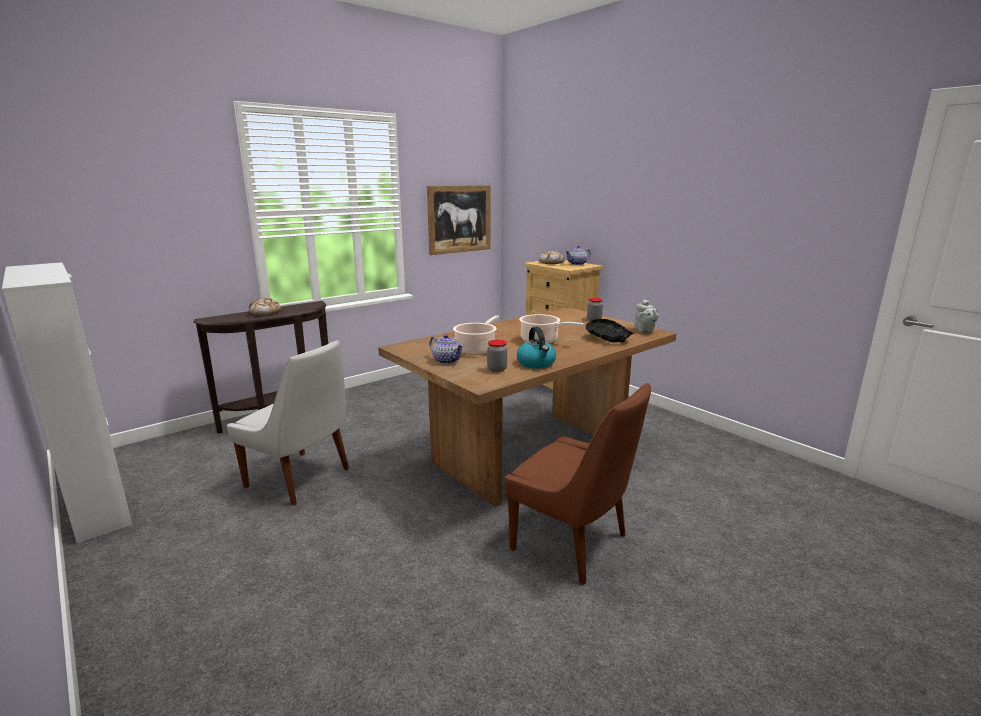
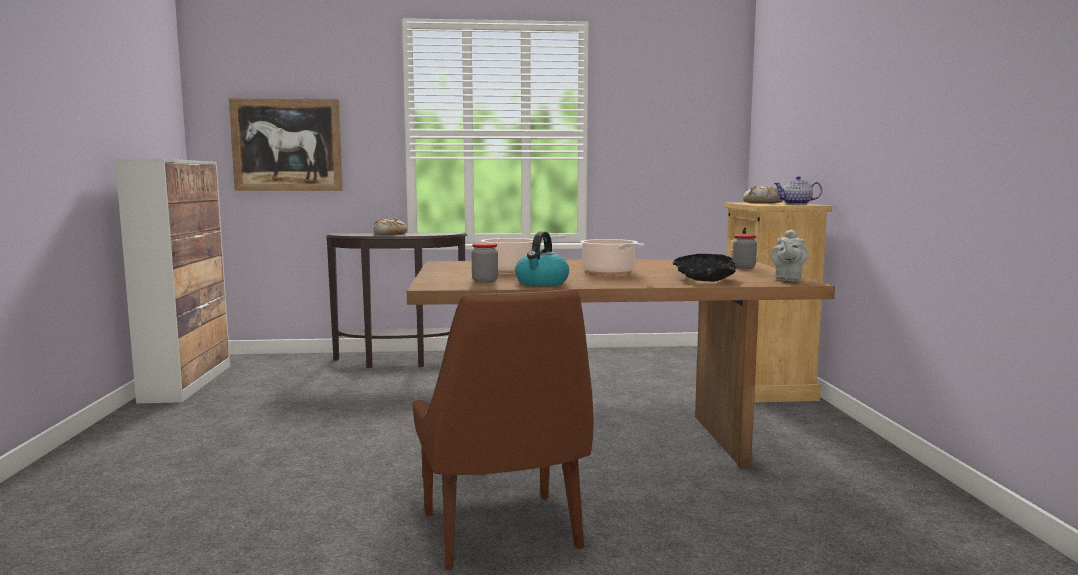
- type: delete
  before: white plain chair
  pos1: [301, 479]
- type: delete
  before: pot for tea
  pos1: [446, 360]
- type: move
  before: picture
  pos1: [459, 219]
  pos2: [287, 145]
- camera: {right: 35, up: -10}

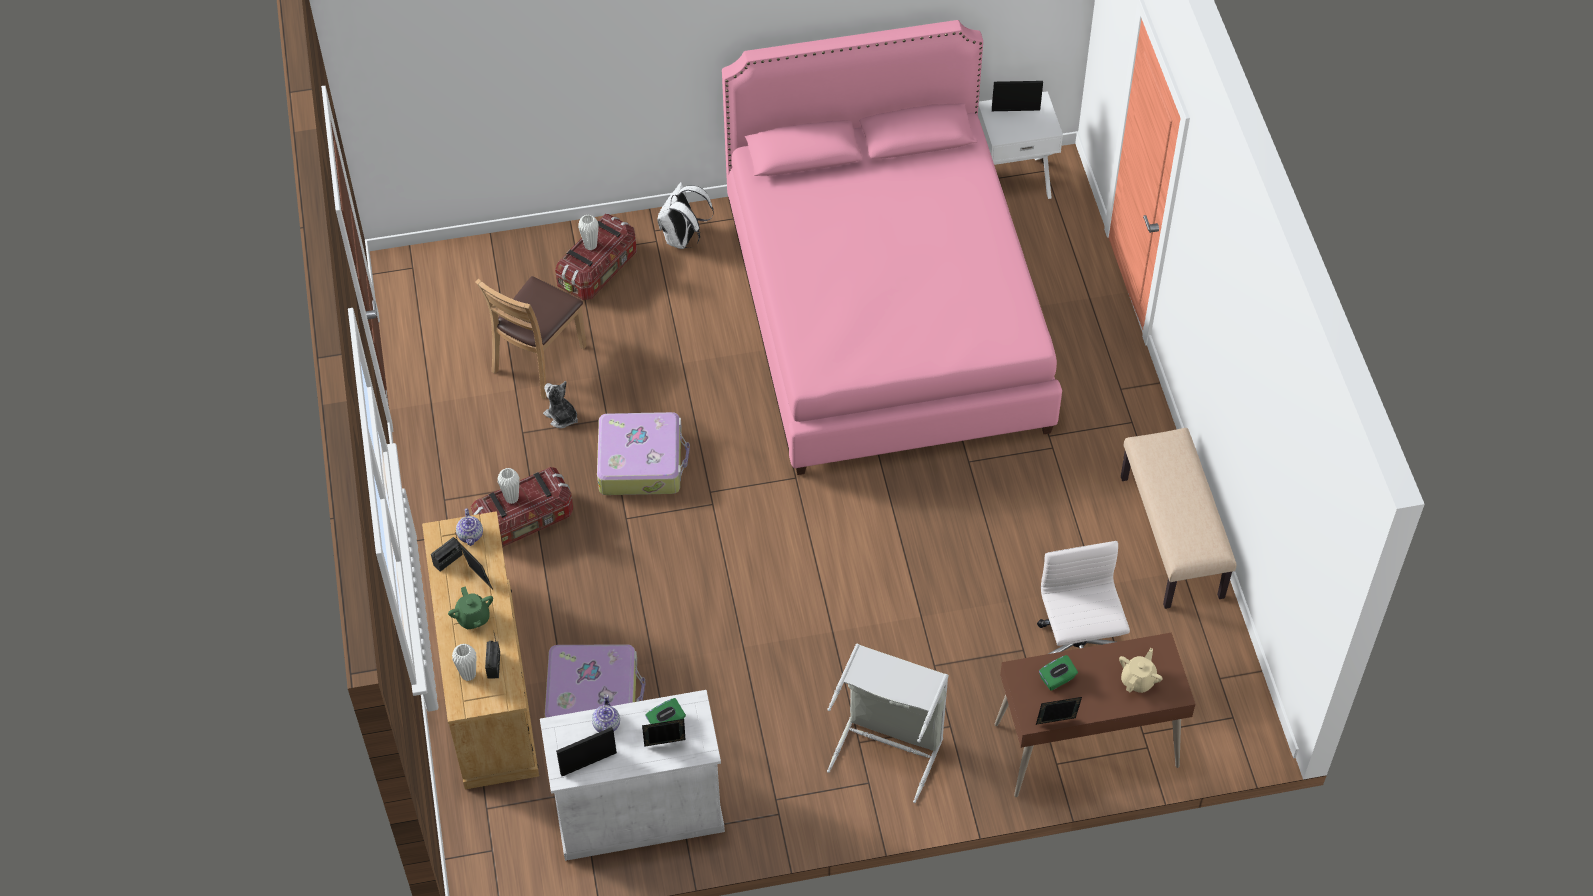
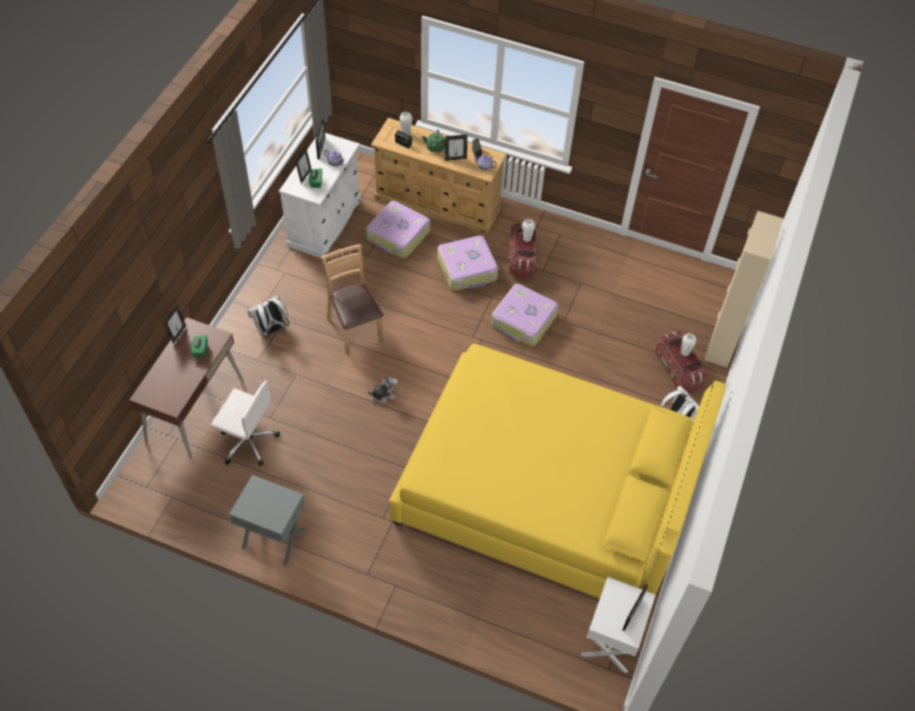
- type: delete
  before: beige-coloured pot for tea
  pos1: [1138, 680]
- type: insert
  after: suitcase
  pos2: [467, 269]
- type: insert
  after: beige-coloured storage cabinet
  pos2: [722, 344]
- type: move
  before: brownish plain chair
  pos1: [539, 360]
  pos2: [355, 329]
- type: move
  before: cuddly toy
  pos1: [561, 416]
  pos2: [383, 394]
- type: replace
  before: greyish washing basket
  after: white backpack
  pos1: [889, 745]
  pos2: [271, 330]
- type: replace
  before: beige-coloured long seat
  after: greyish bedside table
  pos1: [1172, 537]
  pos2: [273, 538]
- type: recolor
  before: pink-coloured bed
  after: yellow bed
  pos1: [885, 314]
  pos2: [546, 492]
- camera: {right: 120, up: 0}

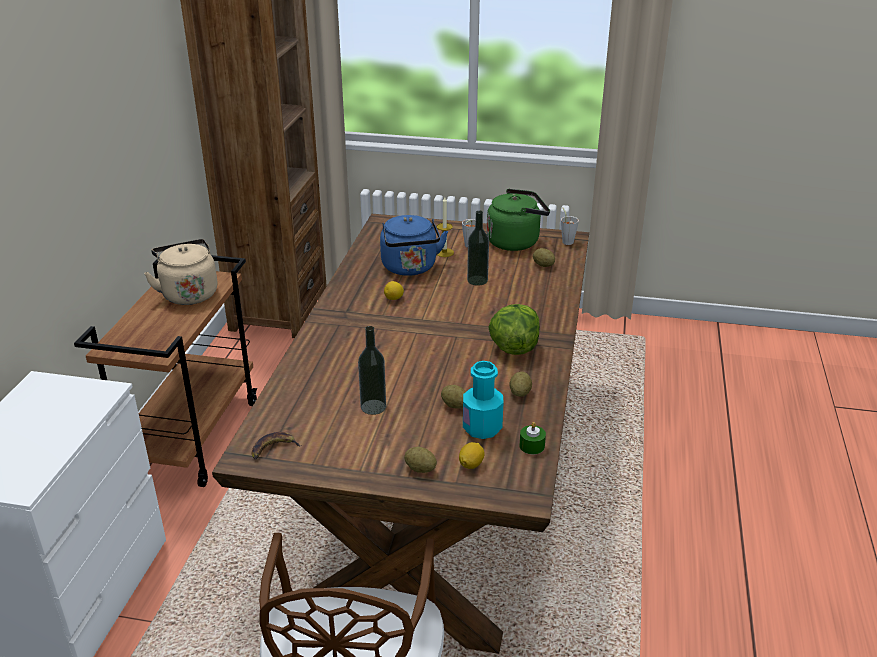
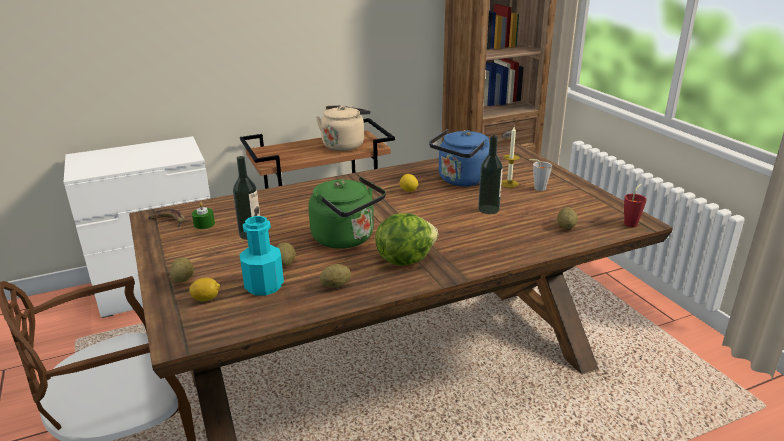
- type: move
  before: greenish kettle
  pos1: [516, 241]
  pos2: [347, 239]
- type: move
  before: greenish candle
  pos1: [532, 446]
  pos2: [204, 224]
- type: recolor
  before: greyish drinking cup
  after: red-coloured drinking cup
  pos1: [567, 241]
  pos2: [632, 223]
- camera: {right: 55, up: -5}

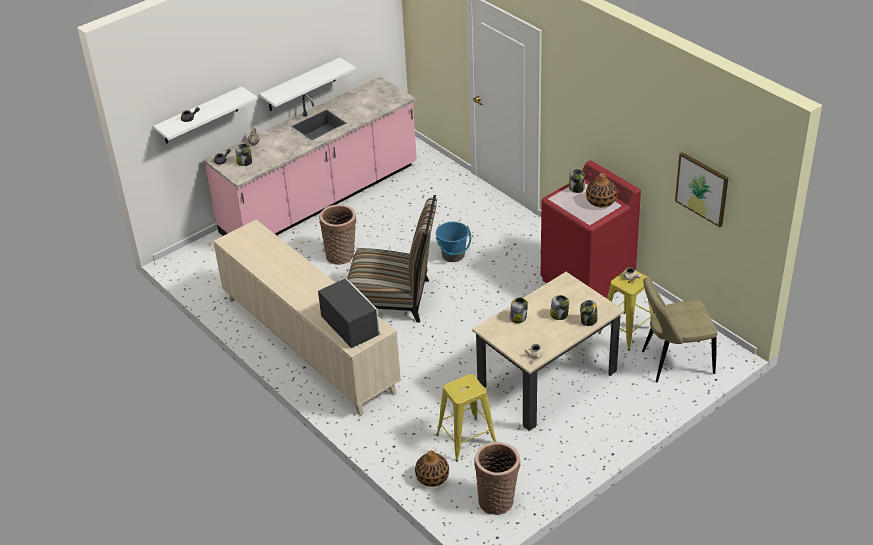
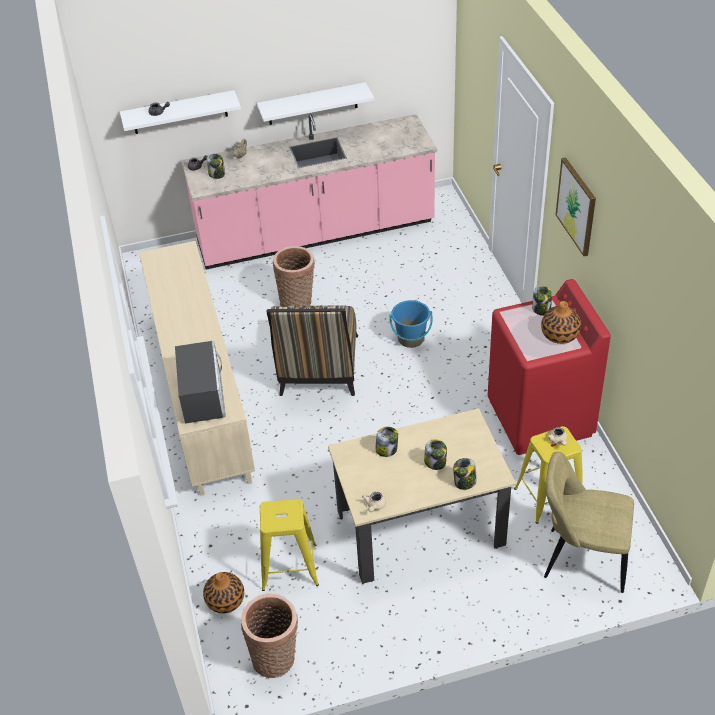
- type: move
  before: picture
  pos1: [702, 189]
  pos2: [576, 206]
- type: rotate
  before: plain chair
  pos1: [394, 299]
  pos2: [318, 370]
  turn: 60
- camera: {right: 25, up: 5}

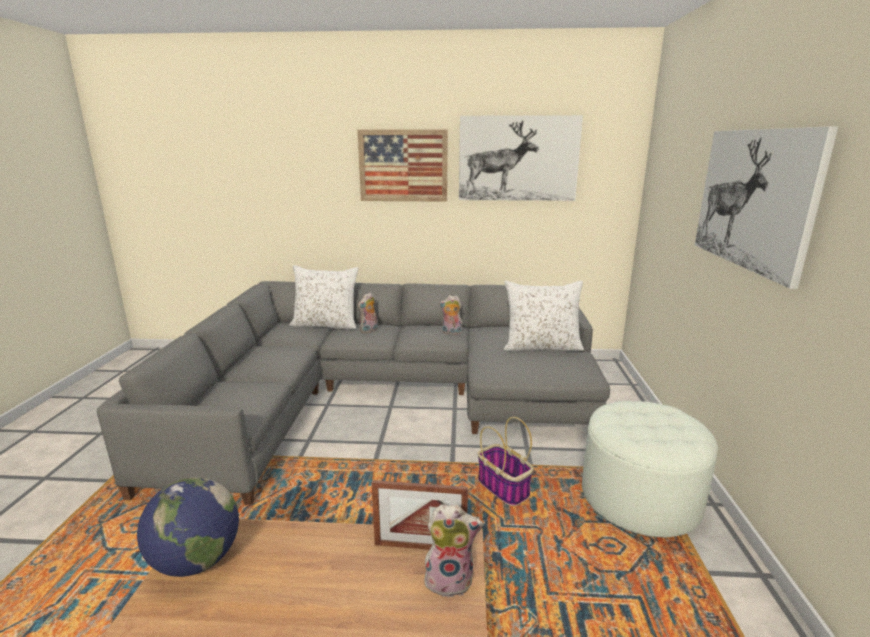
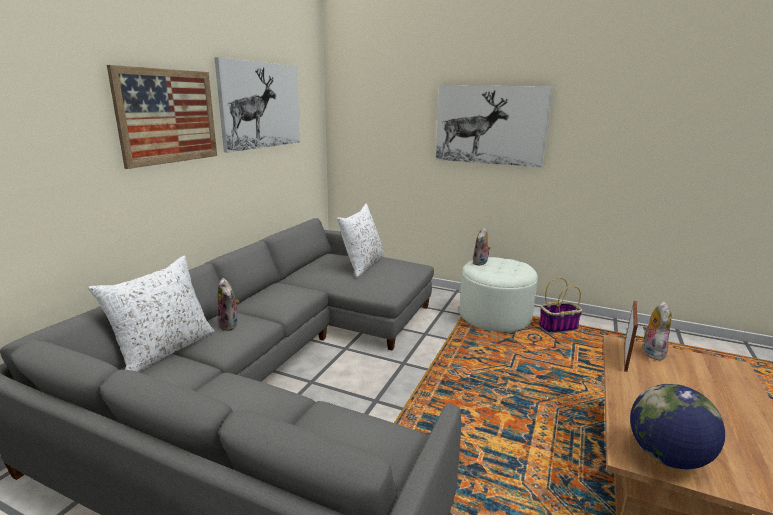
- type: move
  before: cuddly toy
  pos1: [451, 333]
  pos2: [480, 263]
- type: move
  before: household basket
  pos1: [504, 488]
  pos2: [558, 327]
- camera: {right: -70, up: 0}

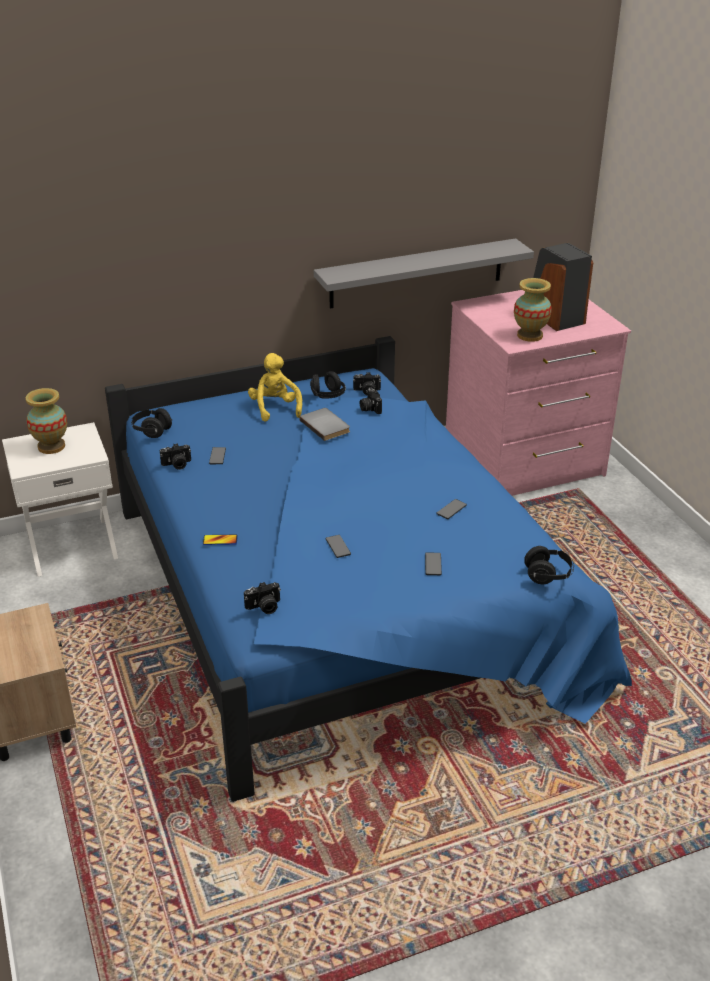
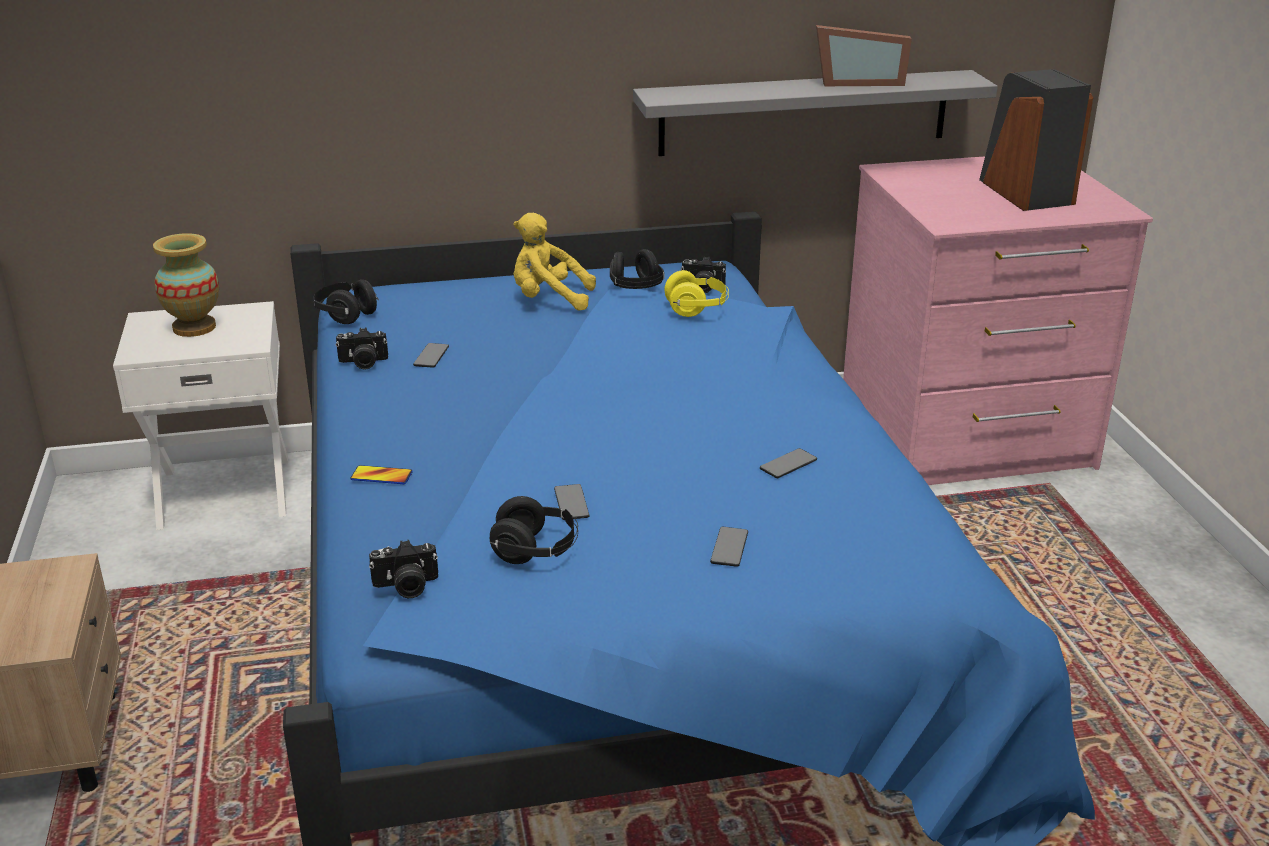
- type: delete
  before: greyish volume
  pos1: [326, 425]
- type: delete
  before: flower vase
  pos1: [529, 336]
- type: insert
  after: standing frame
  pos2: [858, 82]
- type: move
  before: black pair of headphones
  pos1: [548, 575]
  pos2: [536, 551]
- type: replace
  before: still camera
  after: yellow pair of headphones
  pos1: [369, 408]
  pos2: [697, 309]
- type: rotate
  before: yellow cuddly toy
  pos1: [275, 408]
  pos2: [549, 299]
  turn: -75
- camera: {right: 10, up: -5}

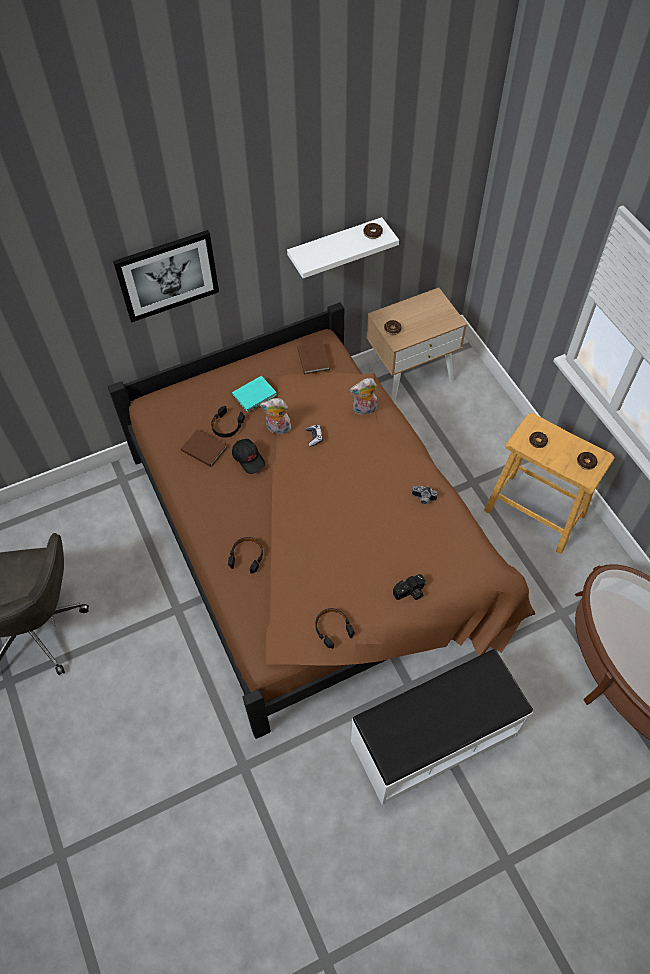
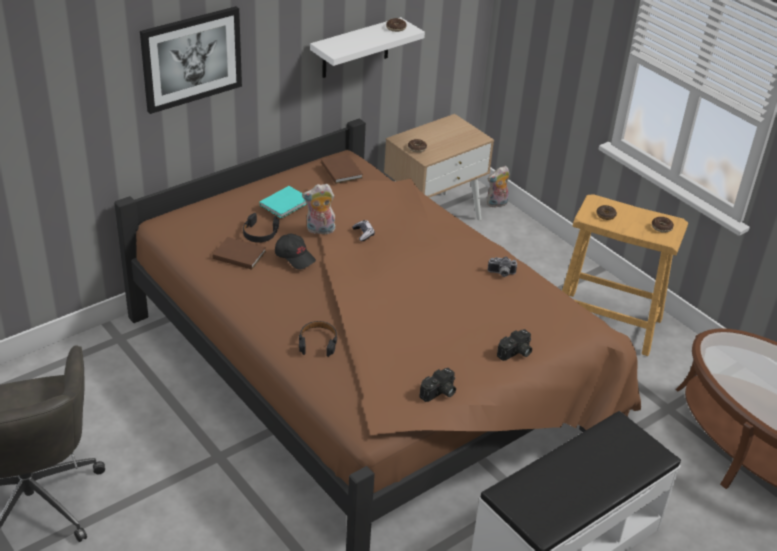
- type: move
  before: cuddly toy
  pos1: [364, 410]
  pos2: [497, 204]
- type: replace
  before: black pair of headphones
  after: still camera
  pos1: [332, 628]
  pos2: [439, 393]
- camera: {right: -15, up: -20}

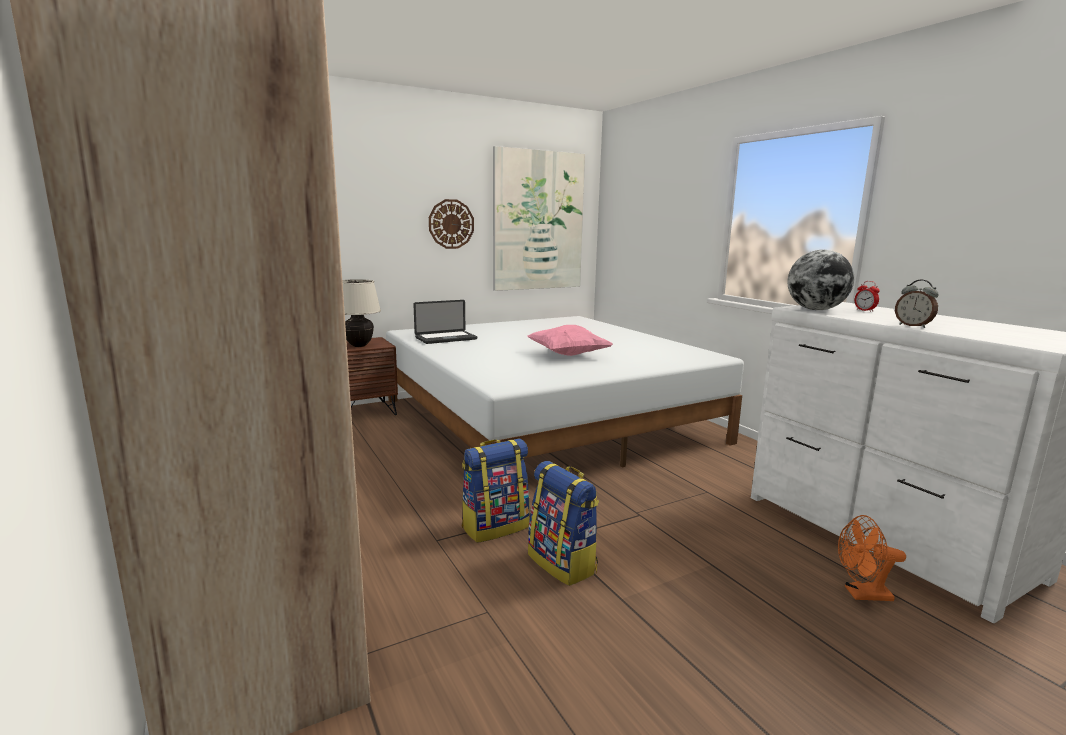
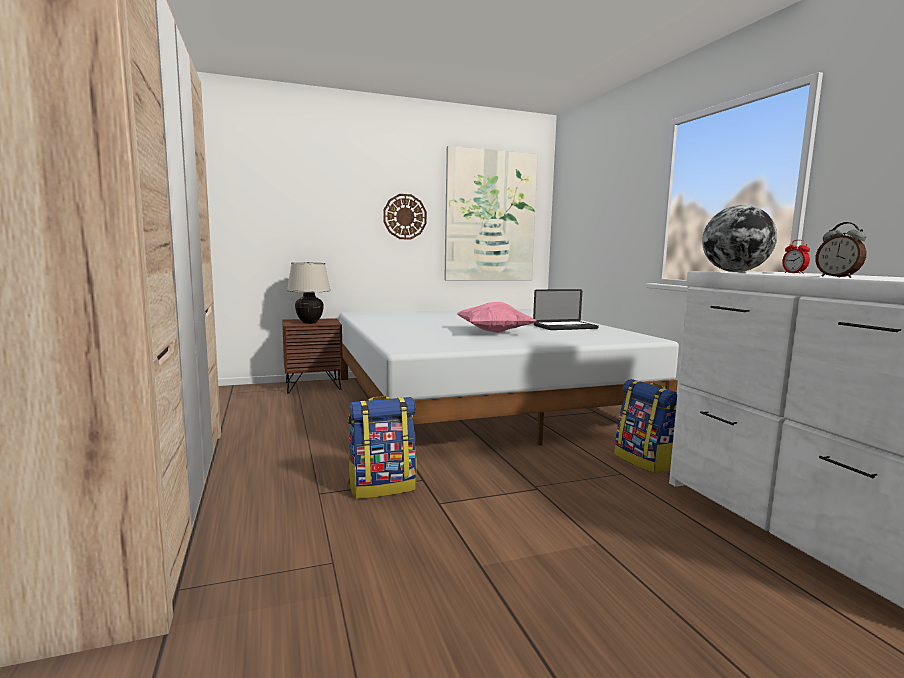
- type: delete
  before: orange cooling fan
  pos1: [861, 594]
- type: move
  before: laptop
  pos1: [446, 338]
  pos2: [565, 327]
- type: move
  before: backpack
  pos1: [563, 563]
  pos2: [645, 461]
- camera: {right: 10, up: -5}

